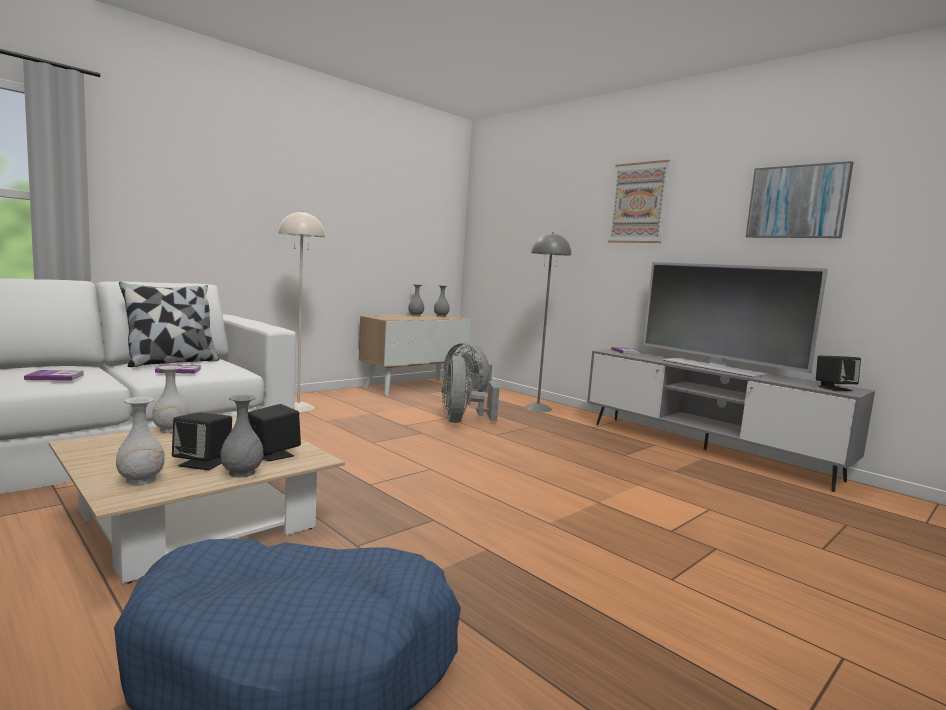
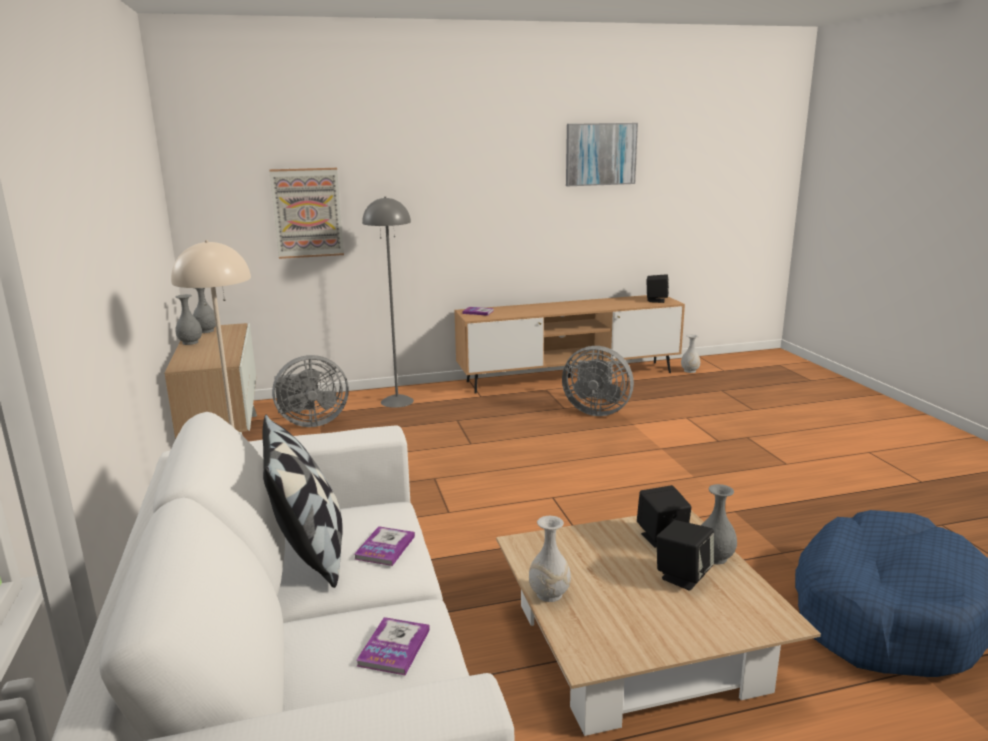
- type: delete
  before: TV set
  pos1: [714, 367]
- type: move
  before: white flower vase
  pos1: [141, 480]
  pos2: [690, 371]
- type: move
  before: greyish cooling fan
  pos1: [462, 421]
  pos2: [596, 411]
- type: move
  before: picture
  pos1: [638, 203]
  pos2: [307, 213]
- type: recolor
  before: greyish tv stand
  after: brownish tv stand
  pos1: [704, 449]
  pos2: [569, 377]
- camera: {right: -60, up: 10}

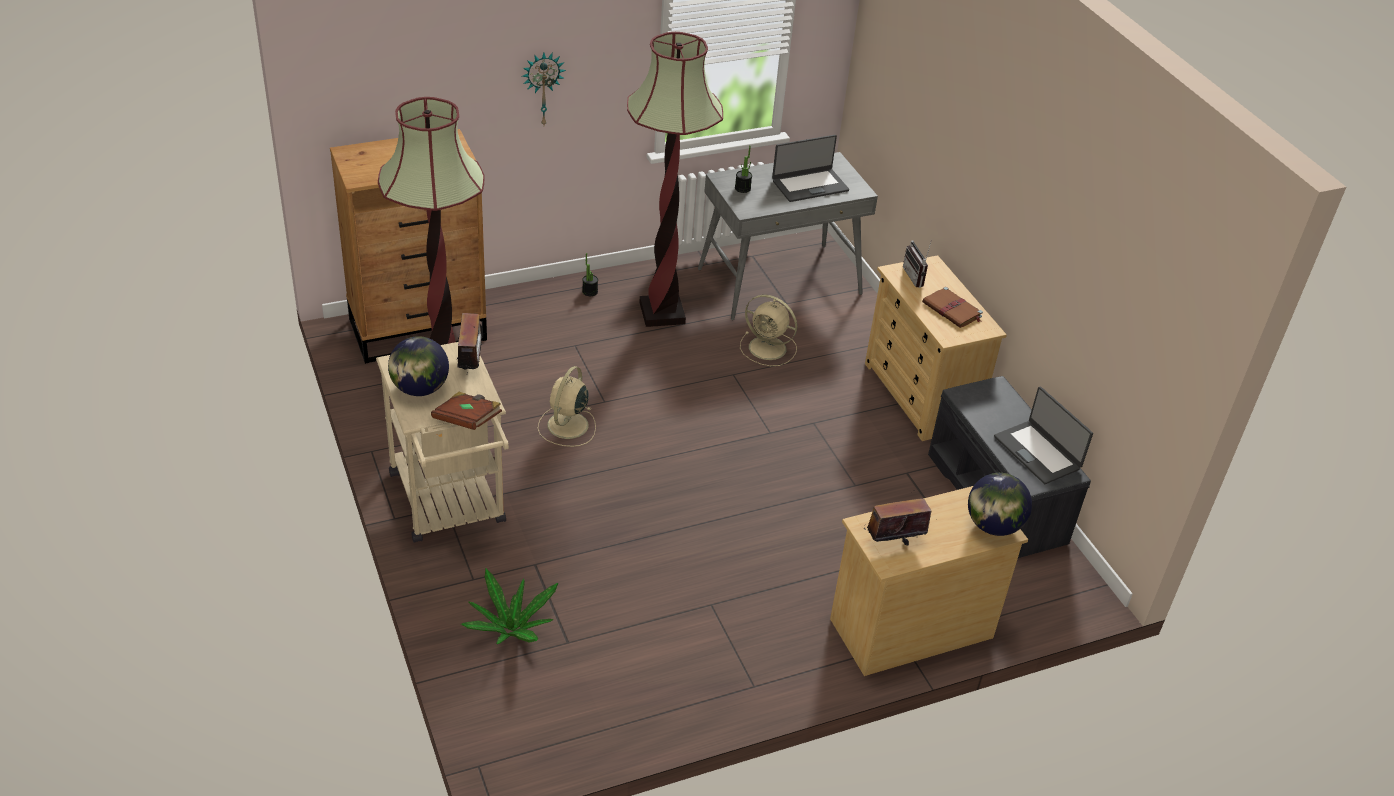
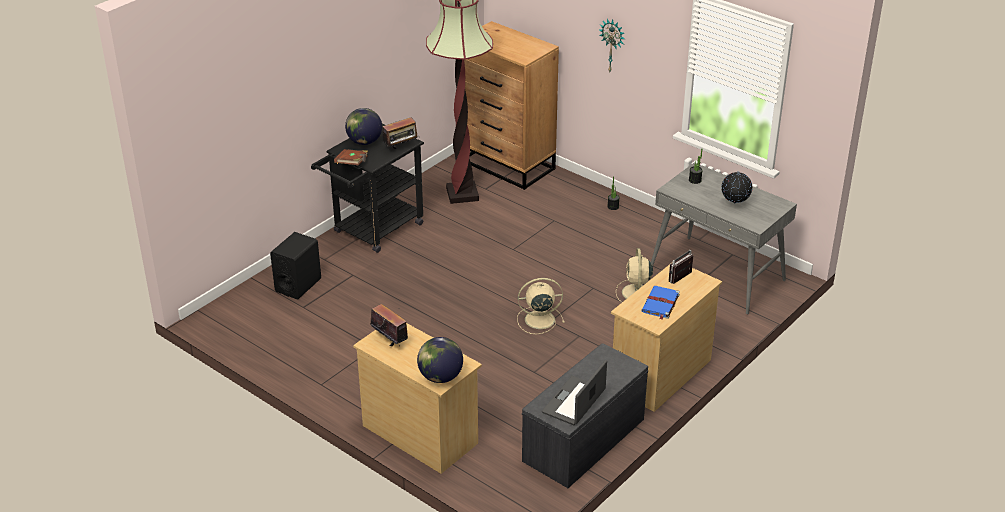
- type: delete
  before: floor lamp
  pos1: [662, 313]
- type: move
  before: beige-coloured cooling fan
  pos1: [567, 426]
  pos2: [538, 320]
- type: replace
  before: houseplant
  after: black loudspeaker
  pos1: [511, 628]
  pos2: [298, 285]
- type: replace
  before: laptop
  after: desk globe
  pos1: [809, 185]
  pos2: [734, 204]
- type: recolor
  before: beige-coloured cart
  after: black cart
  pos1: [450, 505]
  pos2: [373, 231]
- type: recolor
  before: brownish volume
  after: blue volume
  pos1: [952, 310]
  pos2: [660, 304]
- camera: {right: 65, up: -5}

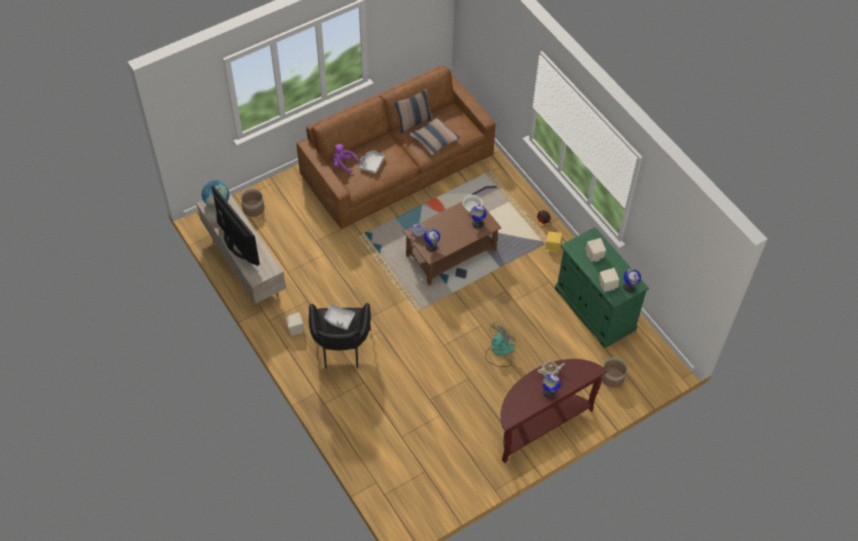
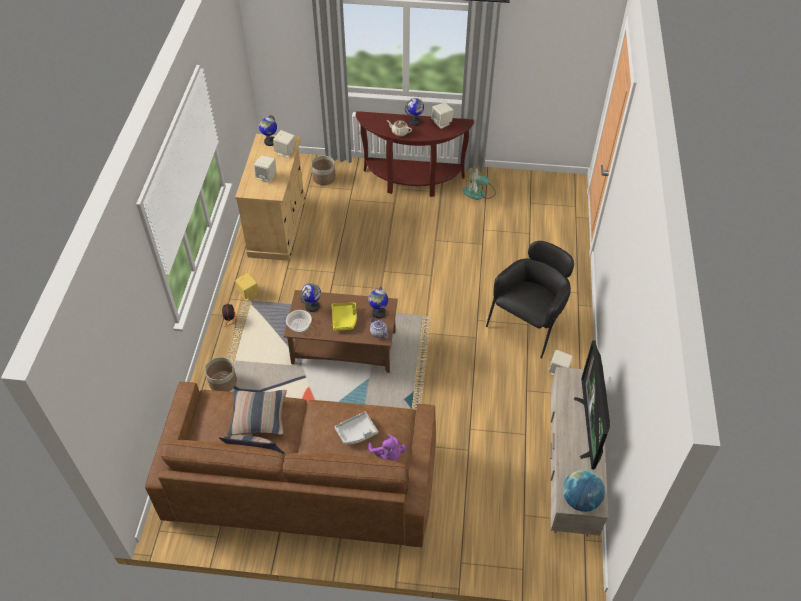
- type: delete
  before: greyish carrying tray
  pos1: [339, 319]
- type: insert
  after: yellow carrying tray
  pos2: [344, 319]
- type: insert
  after: beige-coloured loudspeaker
  pos2: [442, 123]
- type: move
  before: flower pot
  pos1: [253, 208]
  pos2: [222, 382]
- type: move
  before: cooling fan
  pos1: [499, 351]
  pos2: [479, 192]
- type: recolor
  before: greenish storage cabinet
  after: beige-coloured storage cabinet
  pos1: [594, 309]
  pos2: [278, 226]
- camera: {right: -140, up: -5}

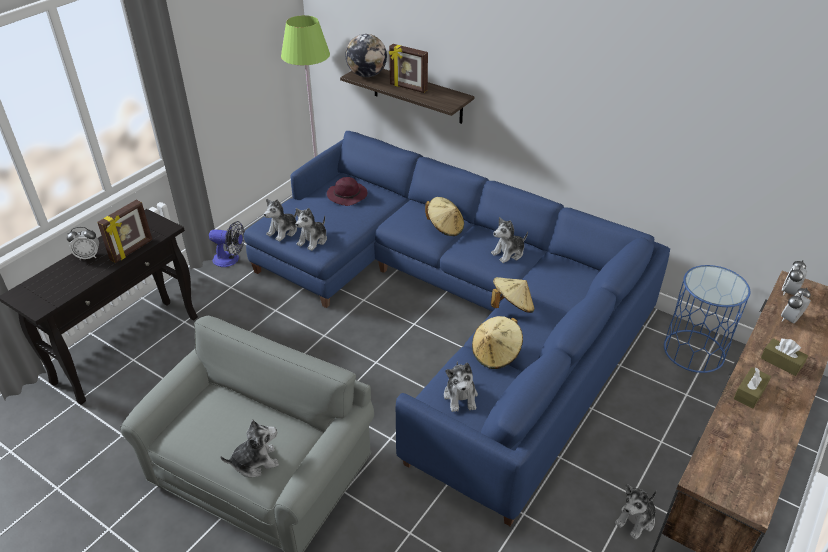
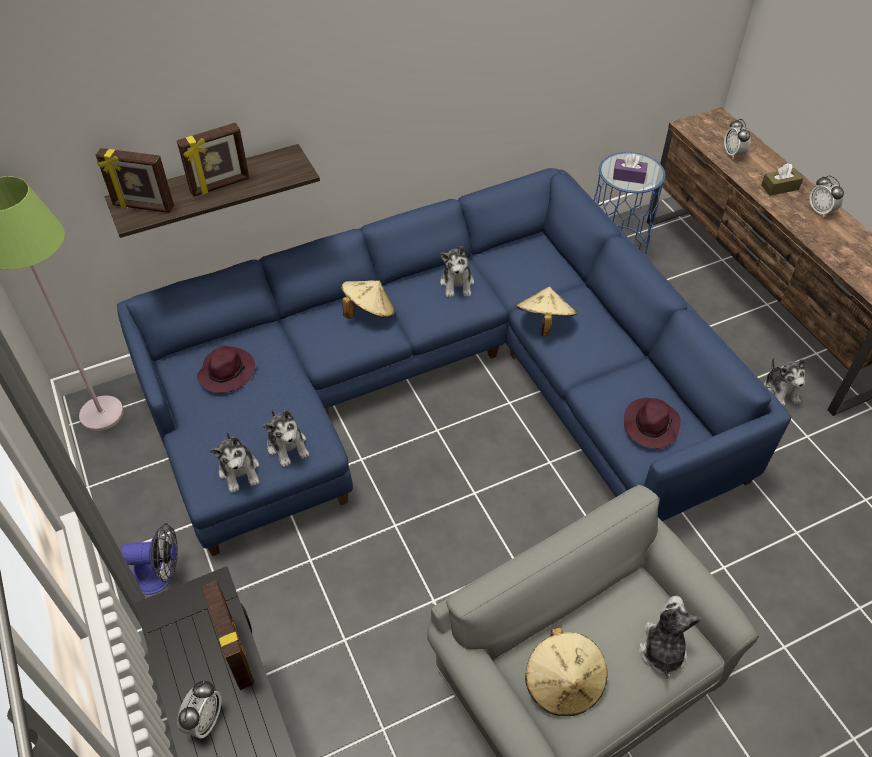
- type: delete
  before: brownish tissue box
  pos1: [750, 392]
- type: insert
  after: purple tissue box
  pos2: [629, 176]
- type: move
  before: beige-coloured wearable hat
  pos1: [496, 354]
  pos2: [563, 683]
- type: move
  before: alarm clock
  pos1: [789, 292]
  pos2: [820, 211]
- type: replace
  before: desk globe
  after: standing frame
  pos1: [367, 75]
  pos2: [143, 207]
- type: replace
  before: cuddly toy
  after: purple wearable hat
  pos1: [461, 396]
  pos2: [650, 425]
- type: rotate
  before: cooling fan
  pos1: [230, 260]
  pos2: [160, 575]
  turn: 45
- camera: {right: -60, up: 10}

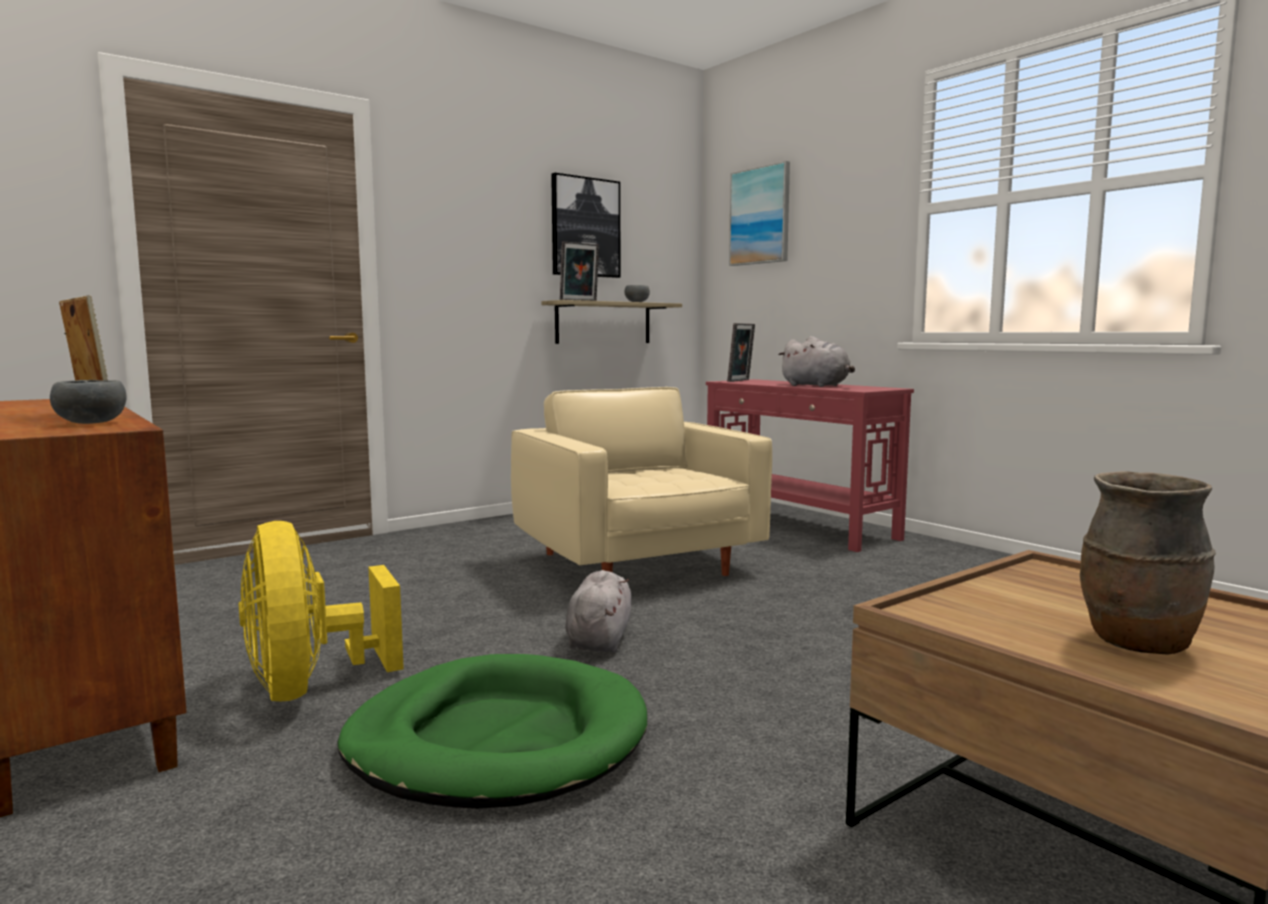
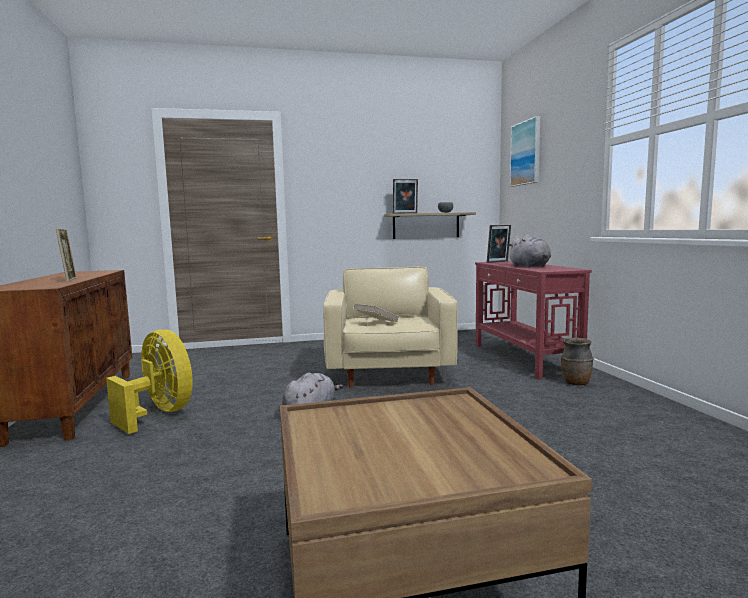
- type: delete
  before: greyish bowl
  pos1: [93, 423]
- type: delete
  before: greenish dog bed
  pos1: [497, 740]
- type: delete
  before: picture
  pos1: [585, 227]
- type: insert
  after: beige-coloured volume
  pos2: [376, 322]
- type: move
  before: brownish flower vase
  pos1: [1138, 644]
  pos2: [576, 383]
- type: rotate
  before: yellow cooling fan
  pos1: [310, 687]
  pos2: [159, 414]
  turn: 135
- camera: {right: 25, up: 0}

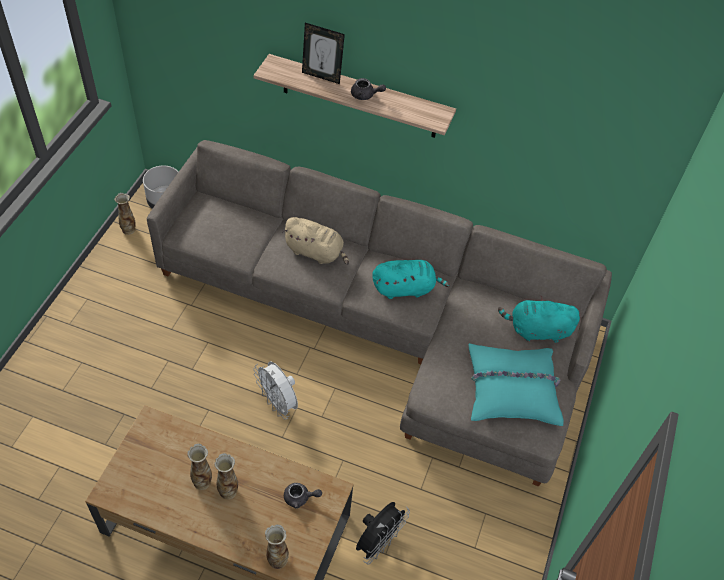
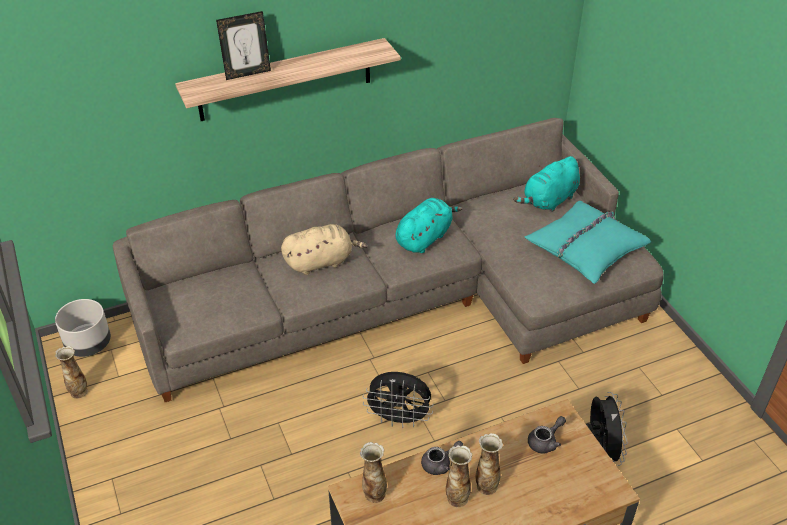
- type: move
  before: flower vase
  pos1: [277, 559]
  pos2: [374, 493]
- type: move
  before: greyish pot for tea
  pos1: [365, 95]
  pos2: [440, 463]
- type: recolor
  before: white cooling fan
  after: black cooling fan
  pos1: [278, 403]
  pos2: [399, 419]
- camera: {right: -40, up: -10}

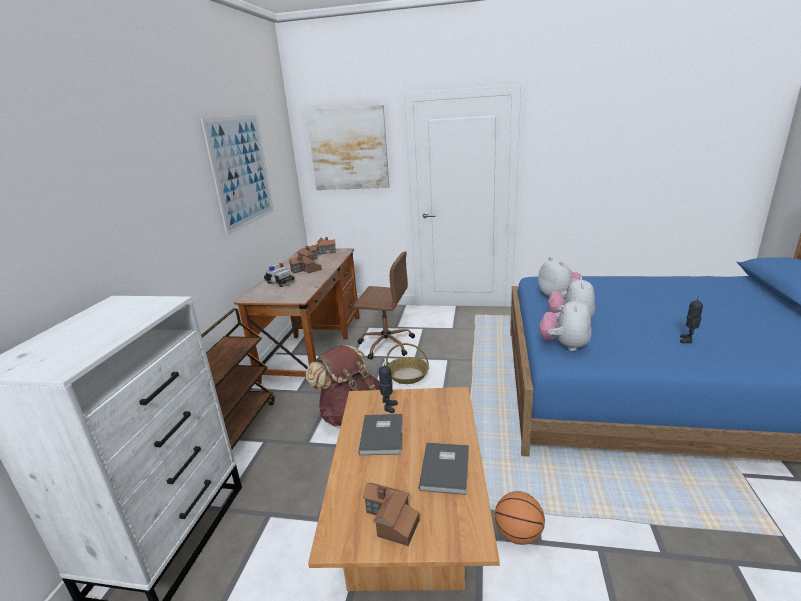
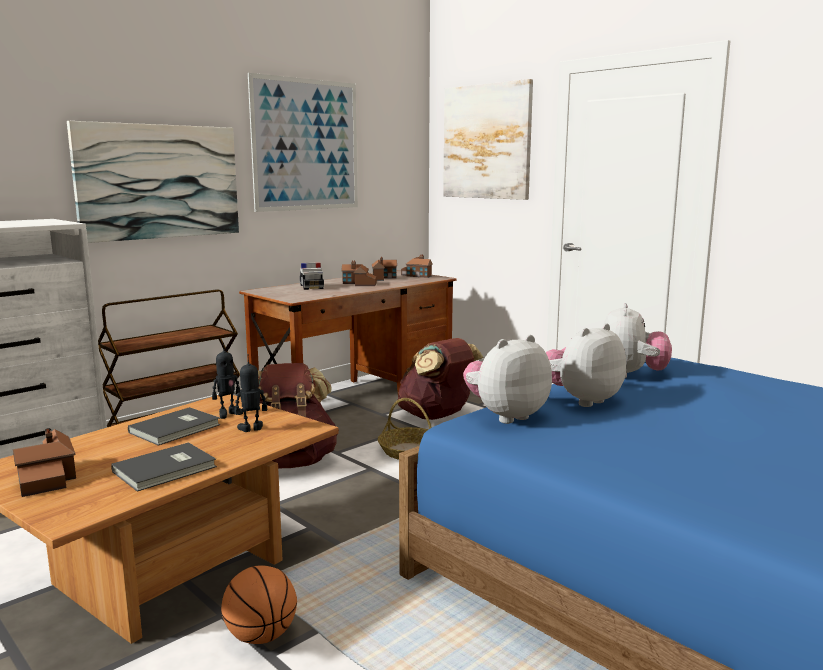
- type: insert
  after: picture
  pos2: [159, 181]
- type: move
  before: model robot
  pos1: [688, 340]
  pos2: [251, 429]
- type: replace
  before: brownish computer chair
  after: brownish backpack
  pos1: [385, 344]
  pos2: [436, 416]
- camera: {right: 35, up: -10}

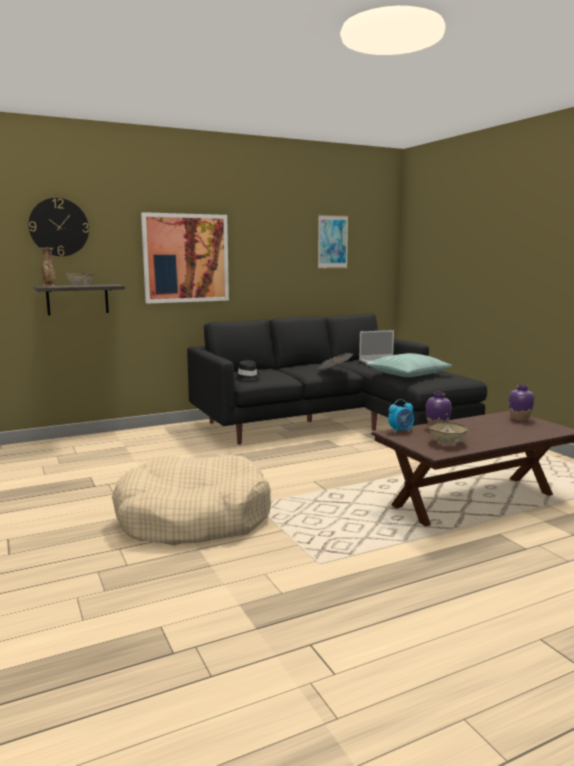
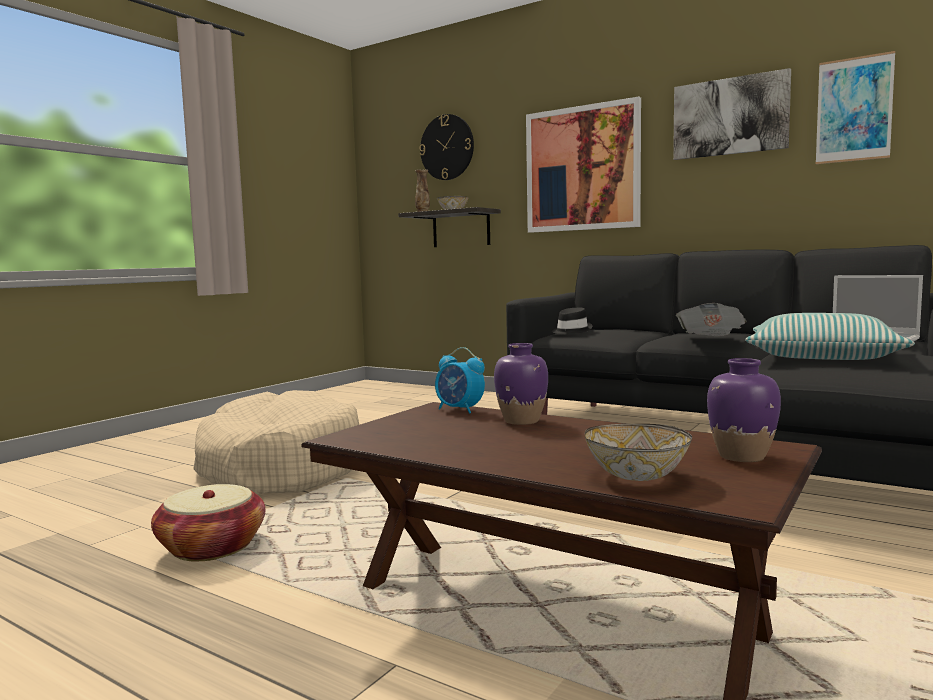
- type: insert
  after: household basket
  pos2: [212, 547]
- type: insert
  after: picture
  pos2: [730, 117]
- type: move
  before: bowl
  pos1: [447, 442]
  pos2: [638, 476]
- camera: {right: 60, up: -5}

